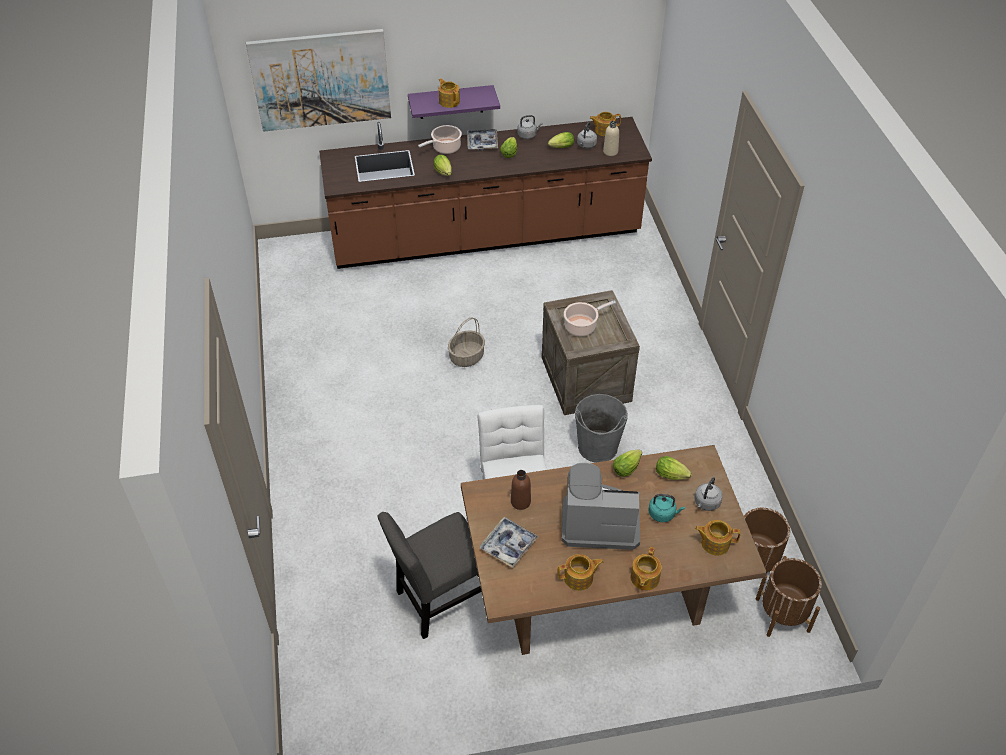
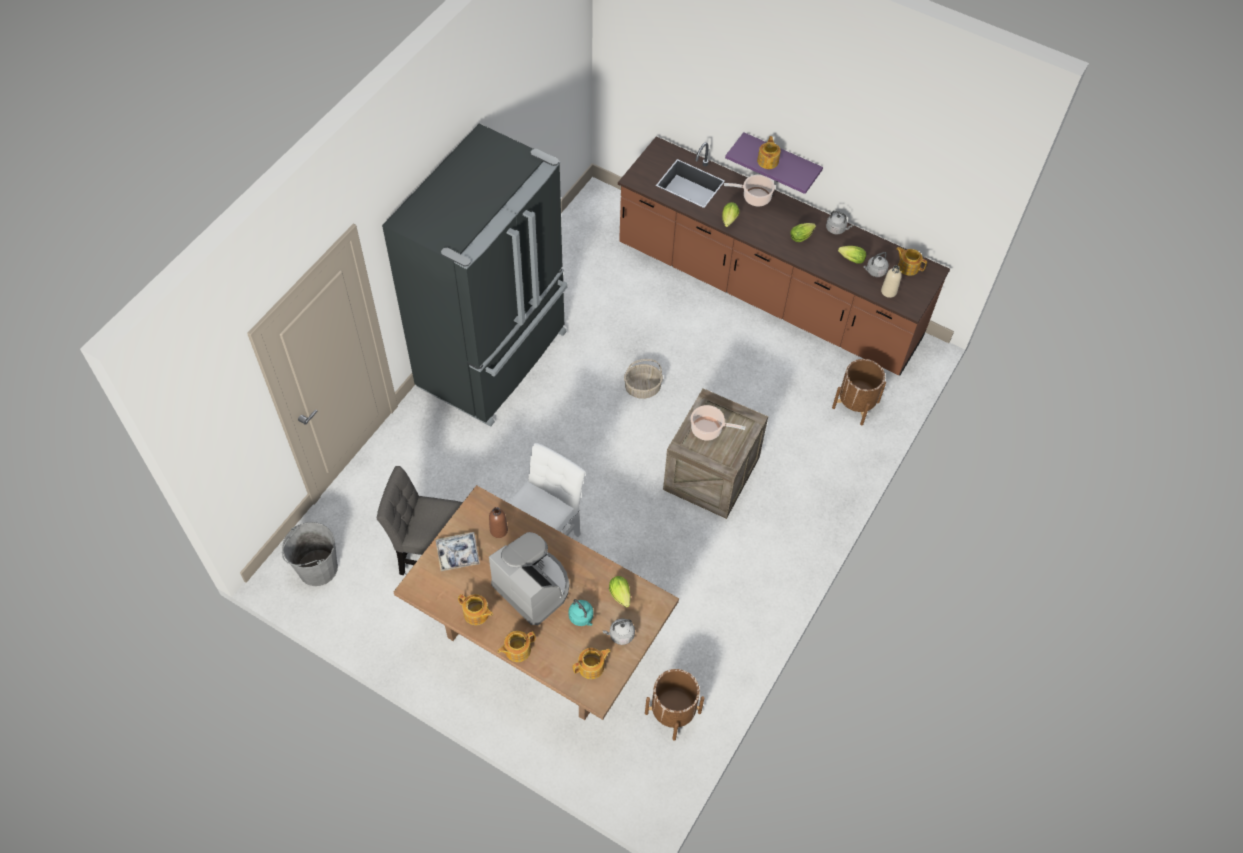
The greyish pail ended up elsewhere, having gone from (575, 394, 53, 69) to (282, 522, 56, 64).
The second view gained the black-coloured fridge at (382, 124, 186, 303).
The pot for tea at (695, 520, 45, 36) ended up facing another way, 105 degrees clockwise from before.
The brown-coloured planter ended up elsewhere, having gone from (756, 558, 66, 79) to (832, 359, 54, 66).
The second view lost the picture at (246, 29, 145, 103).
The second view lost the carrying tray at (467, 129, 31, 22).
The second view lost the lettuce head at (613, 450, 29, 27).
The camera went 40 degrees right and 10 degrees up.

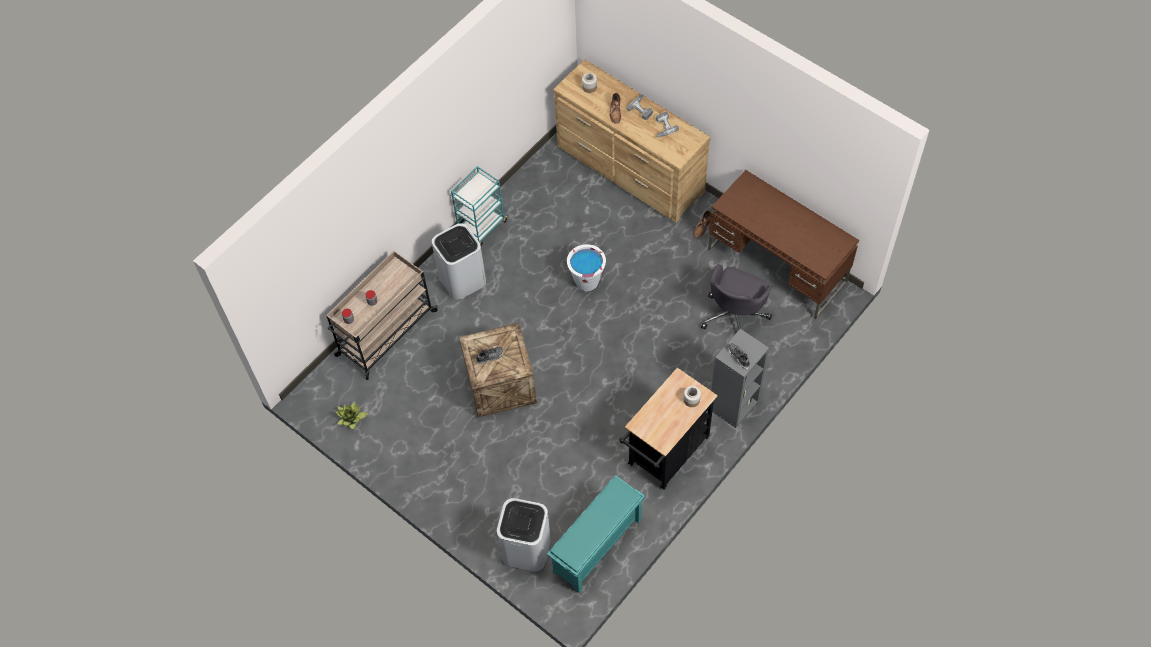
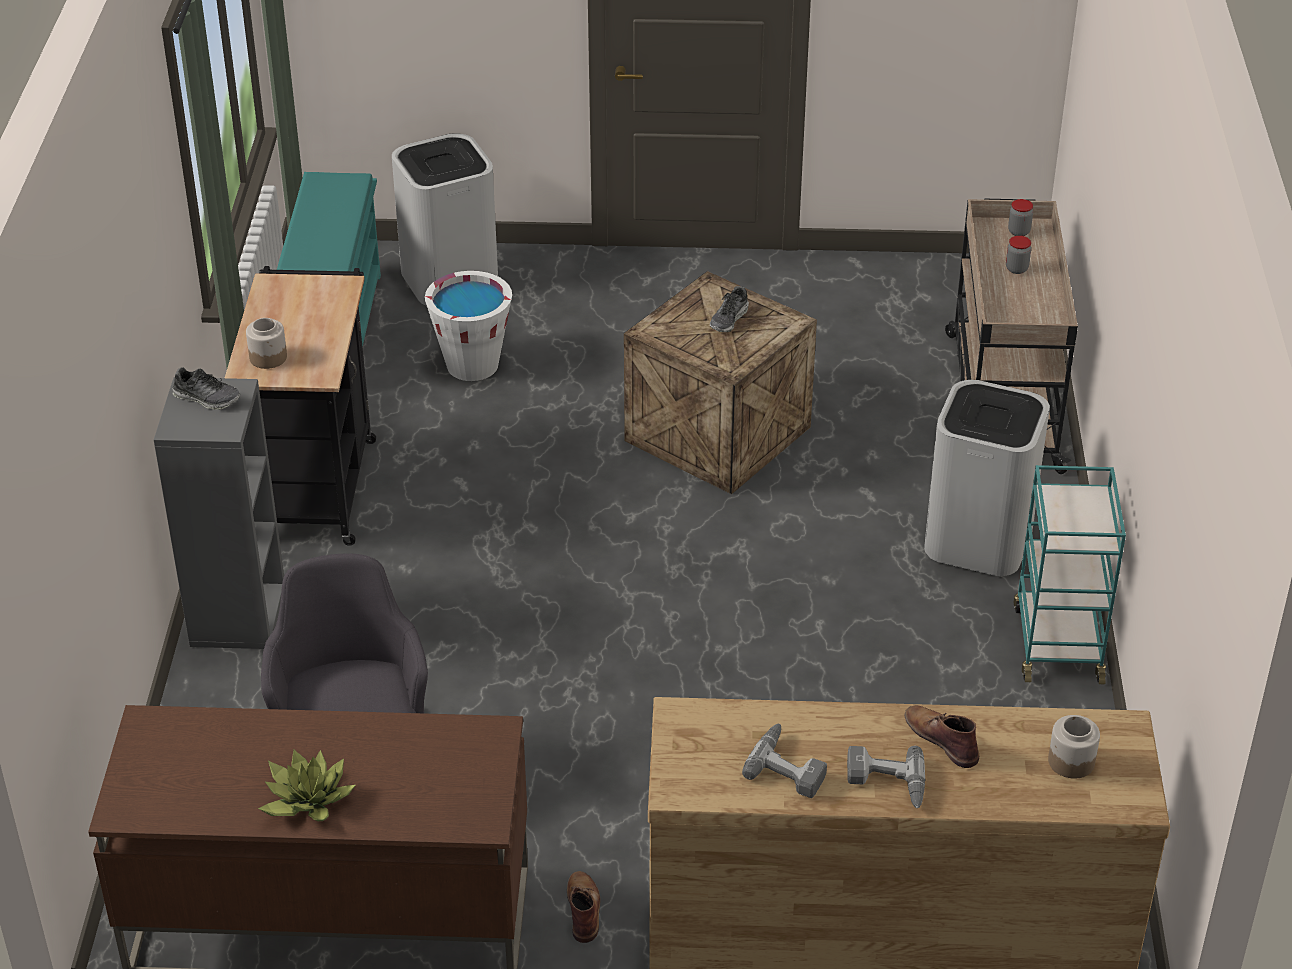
The plant in a pot ended up elsewhere, having gone from (335, 401, 33, 28) to (258, 750, 98, 71).
The white-coloured pail ended up elsewhere, having gone from (567, 244, 39, 47) to (425, 271, 87, 110).
The camera went 140 degrees right and 20 degrees down.

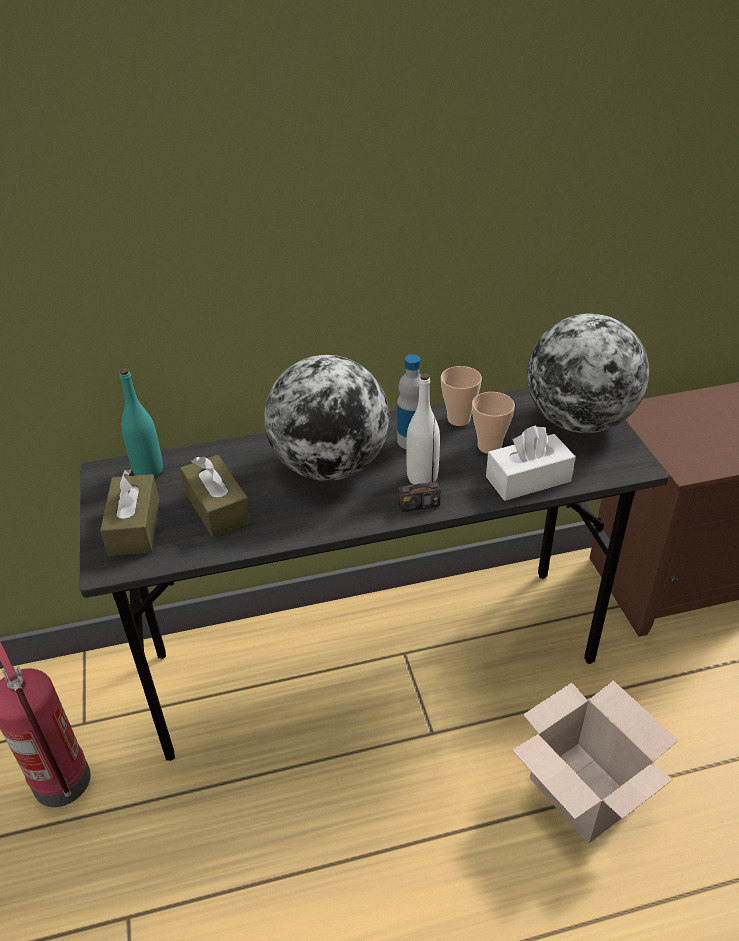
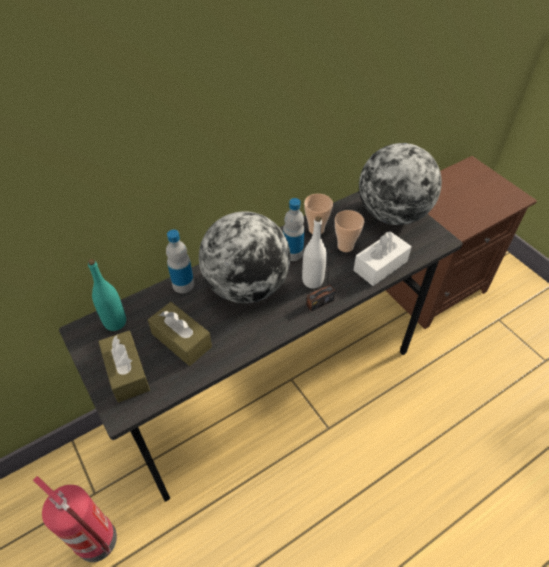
The second view gained the drink bottle at (166, 230, 28, 63).
The second view lost the packing box at (512, 681, 167, 162).
The camera went 20 degrees left and 10 degrees up.

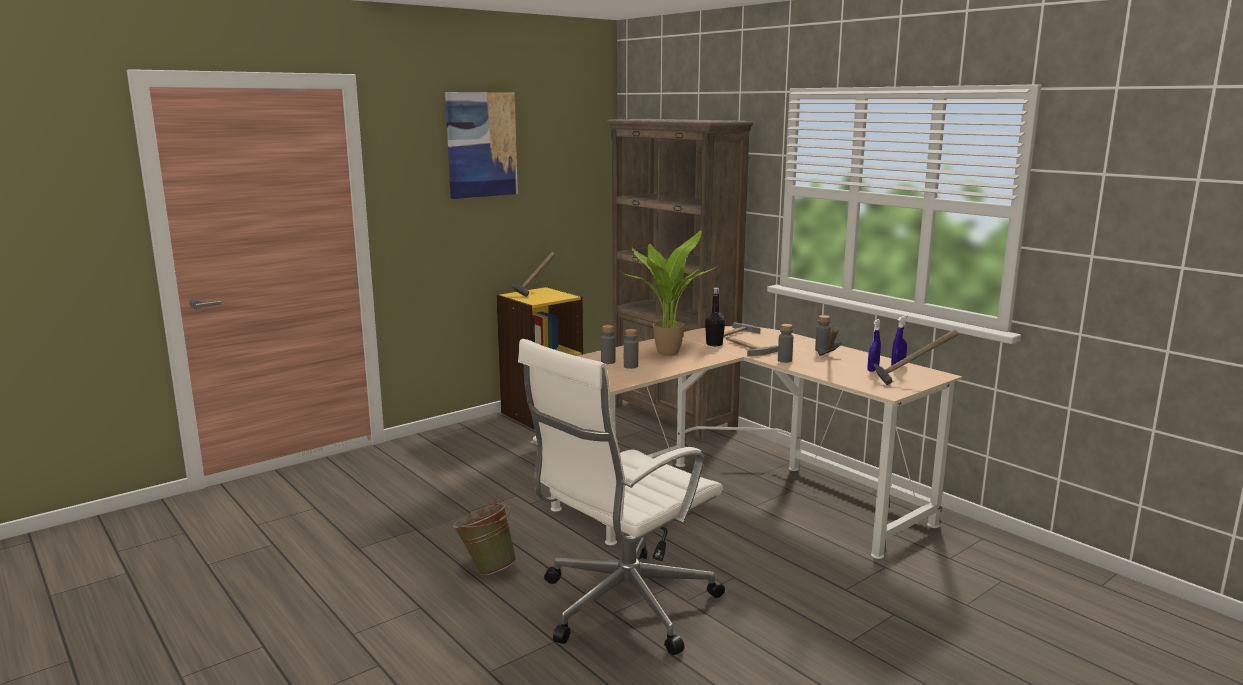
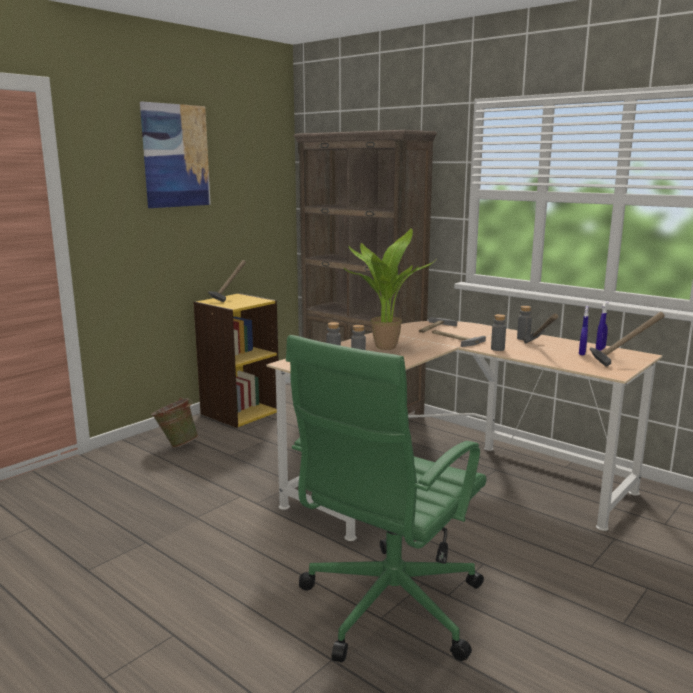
The green pail ended up elsewhere, having gone from (453, 501, 64, 74) to (151, 397, 47, 51).
What was the white-coloured computer chair at (518, 339, 207, 316) turned into the green computer chair at (286, 335, 201, 327).
The second view lost the black-coloured drink bottle at (705, 288, 20, 58).
The camera went 10 degrees left and 0 degrees up.

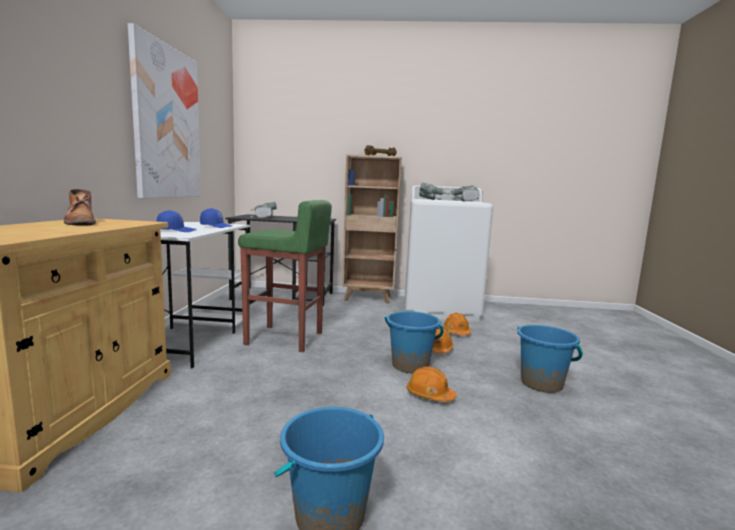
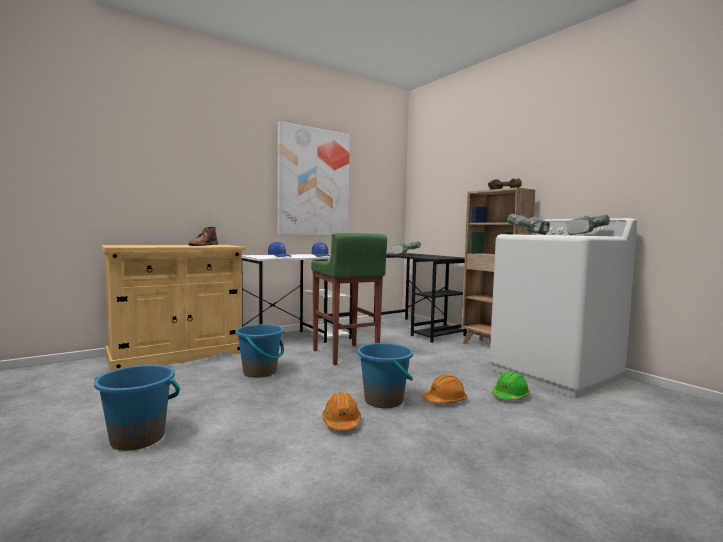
The blue-coloured pail ended up elsewhere, having gone from (517, 325, 66, 68) to (235, 324, 49, 54).
What was the orange safety helmet at (443, 313, 28, 22) turned into the green safety helmet at (492, 371, 38, 29).
The camera went 50 degrees right and 5 degrees down.

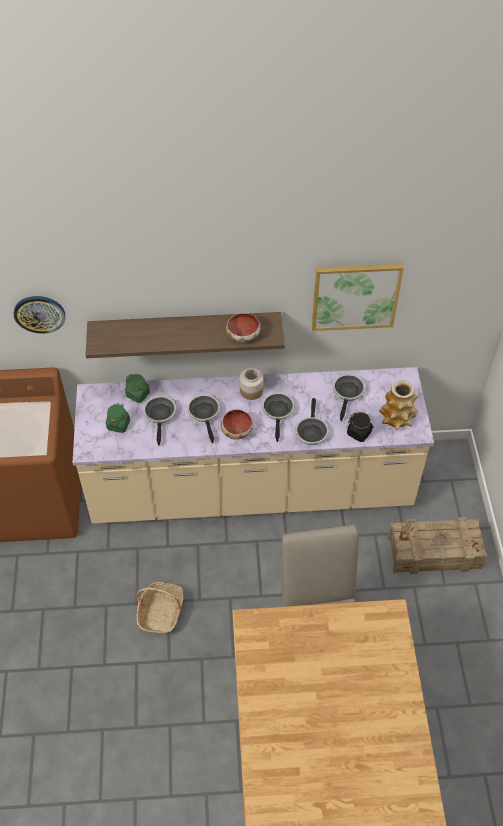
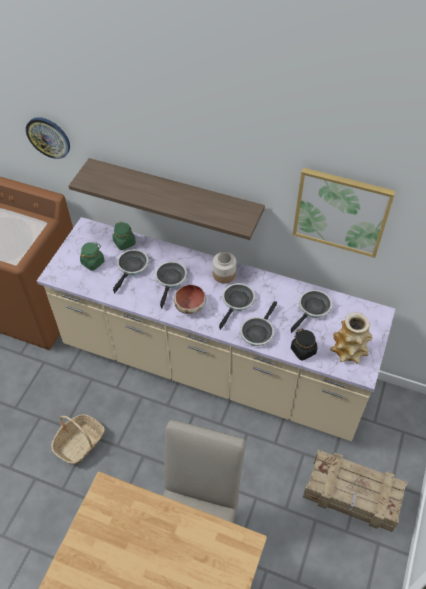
The second view lost the bowl at (226, 313, 35, 29).
The camera went 25 degrees right and 0 degrees up.

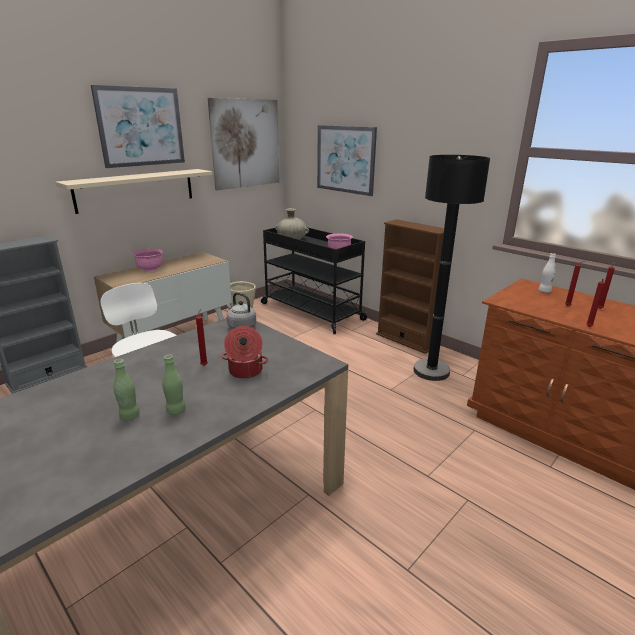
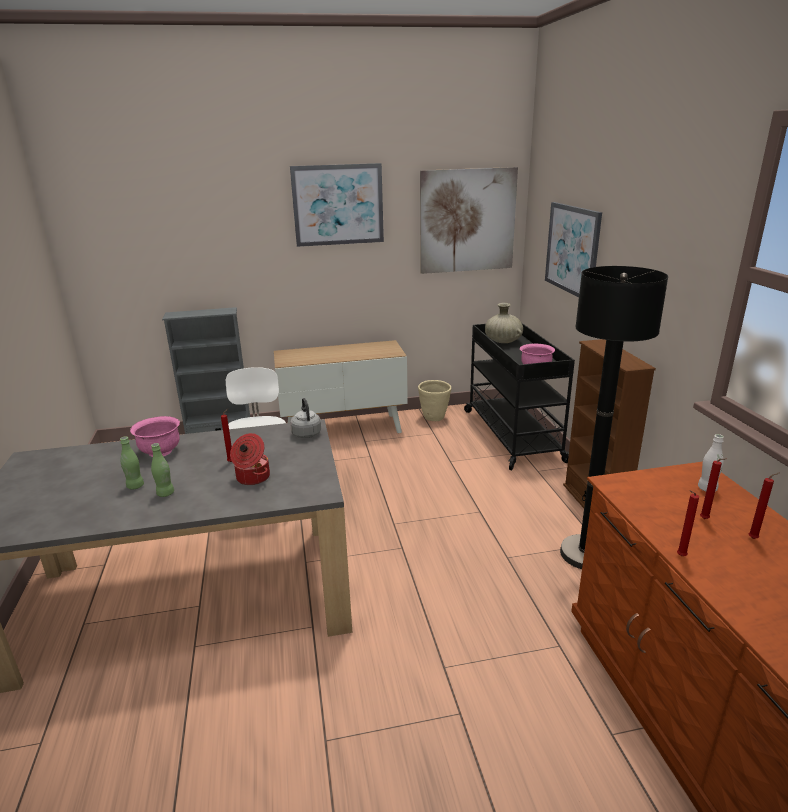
The pink bowl ended up elsewhere, having gone from (132, 249, 31, 23) to (130, 416, 50, 41).
The second view lost the beige bracket shelf at (55, 169, 158, 45).
The camera went 35 degrees right and 0 degrees up.

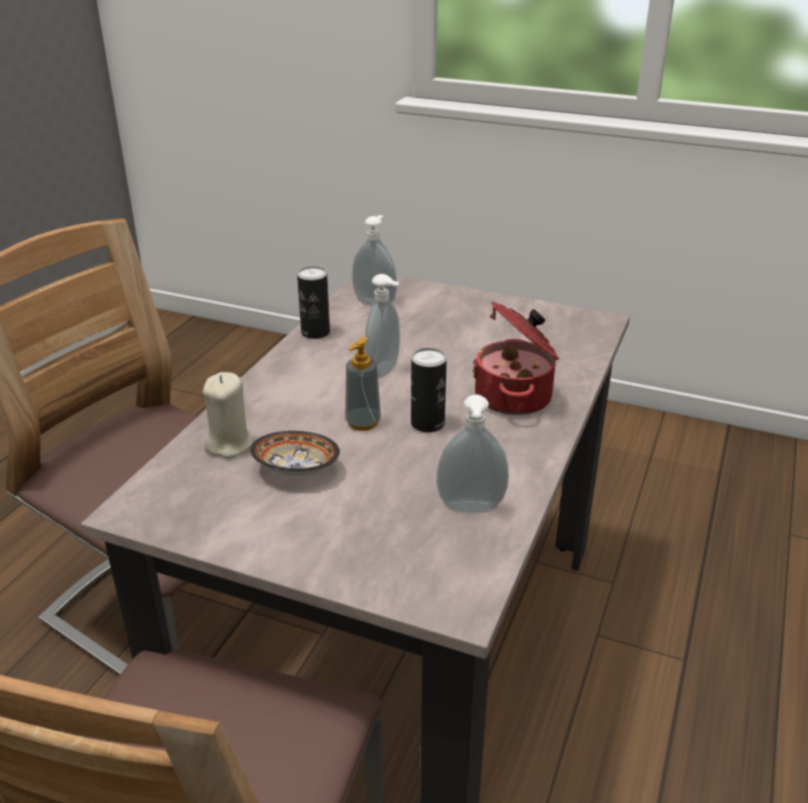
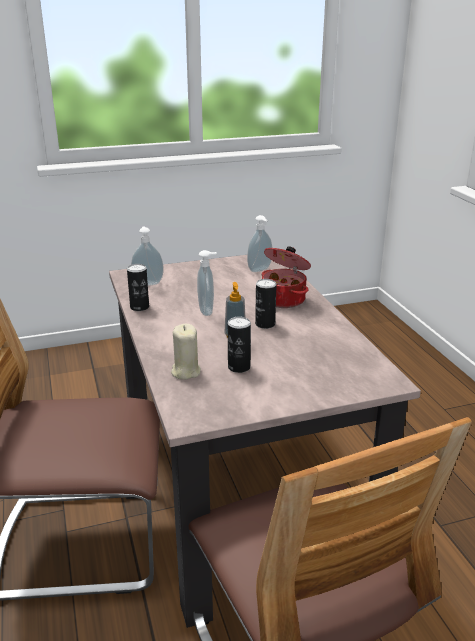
Where the bowl stood at (250, 431, 90, 45), the can came to stand at (228, 317, 23, 56).
The liquid soap bottle ended up elsewhere, having gone from (436, 395, 73, 118) to (247, 215, 25, 57).
The camera went 40 degrees left and 5 degrees down.

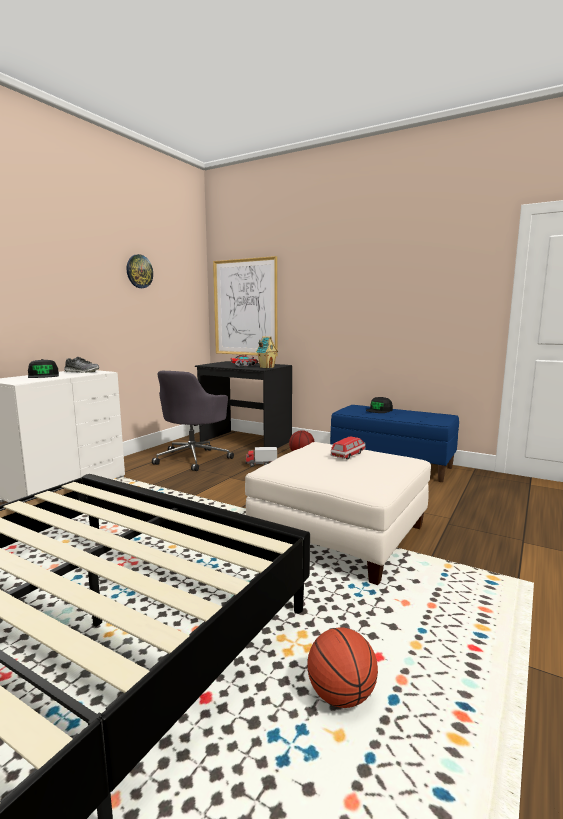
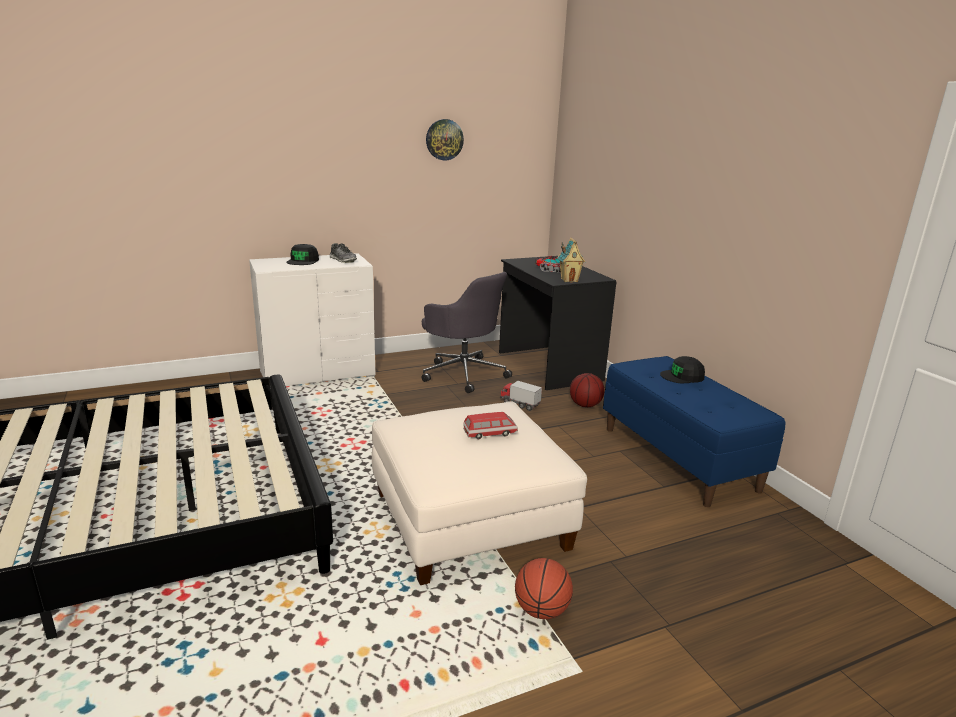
The greyish computer chair at (152, 371, 82, 100) ended up facing another way, 105 degrees counterclockwise from before.
The basketball ball ended up elsewhere, having gone from (307, 627, 71, 81) to (515, 558, 58, 61).
The second view lost the picture at (213, 256, 64, 100).
The camera went 35 degrees right and 10 degrees up.

